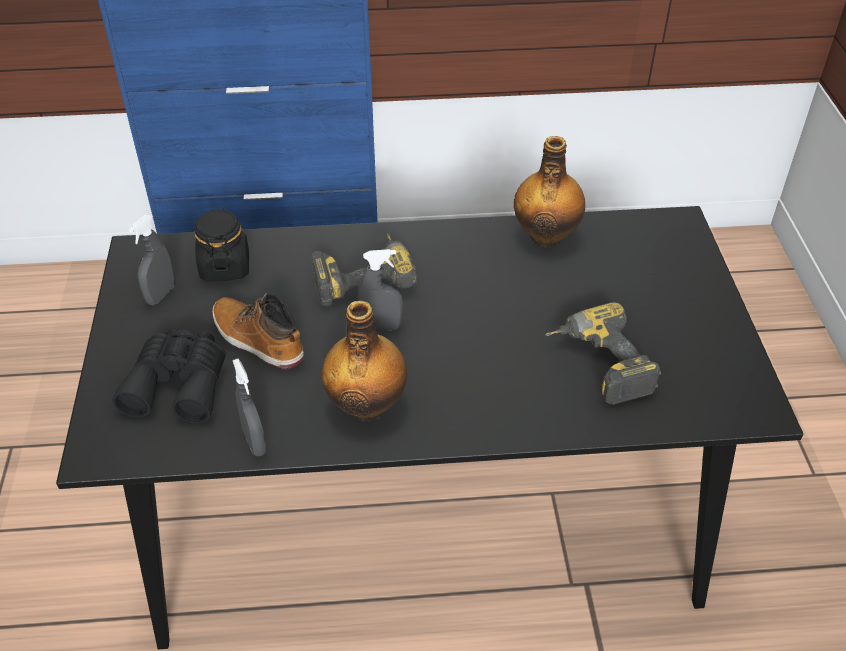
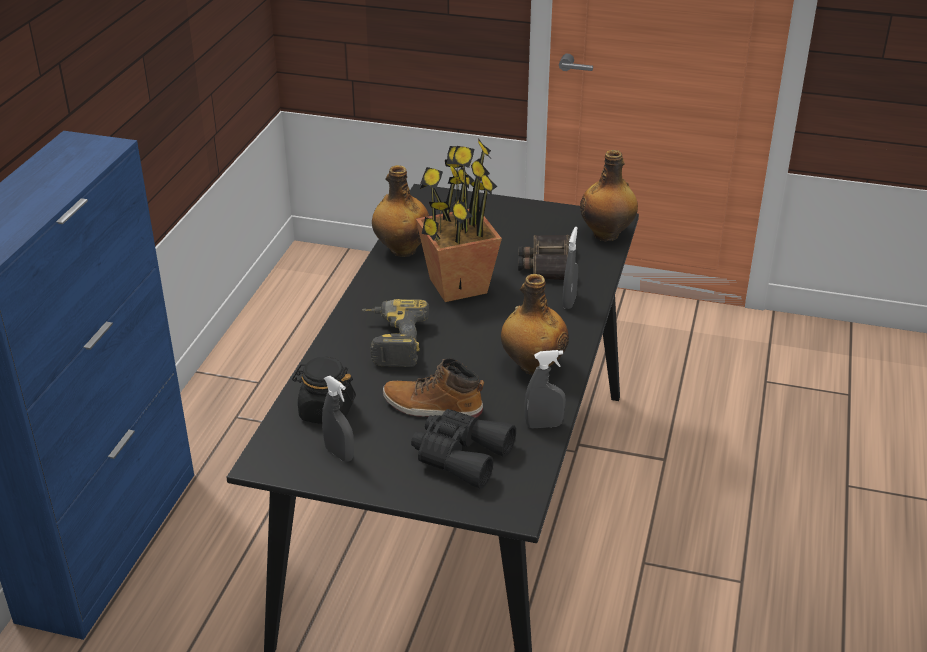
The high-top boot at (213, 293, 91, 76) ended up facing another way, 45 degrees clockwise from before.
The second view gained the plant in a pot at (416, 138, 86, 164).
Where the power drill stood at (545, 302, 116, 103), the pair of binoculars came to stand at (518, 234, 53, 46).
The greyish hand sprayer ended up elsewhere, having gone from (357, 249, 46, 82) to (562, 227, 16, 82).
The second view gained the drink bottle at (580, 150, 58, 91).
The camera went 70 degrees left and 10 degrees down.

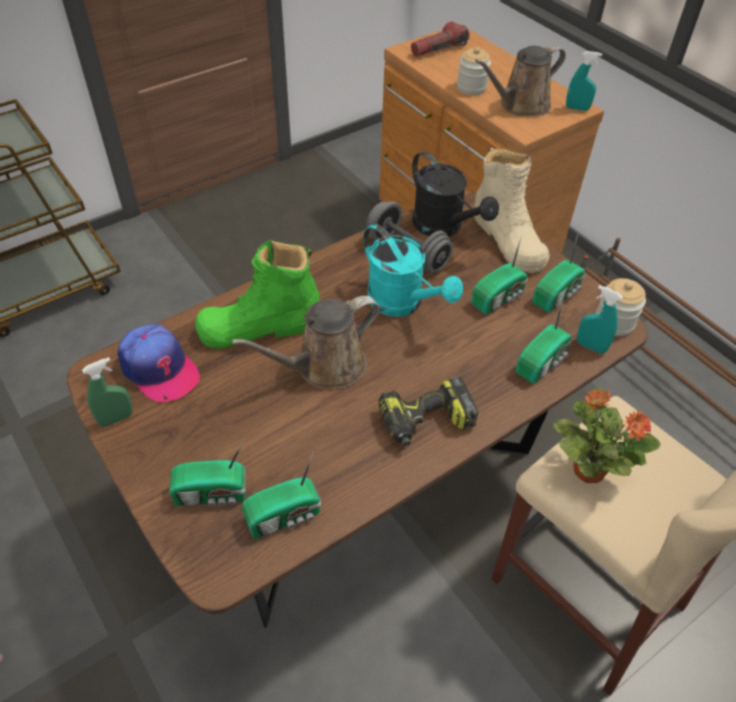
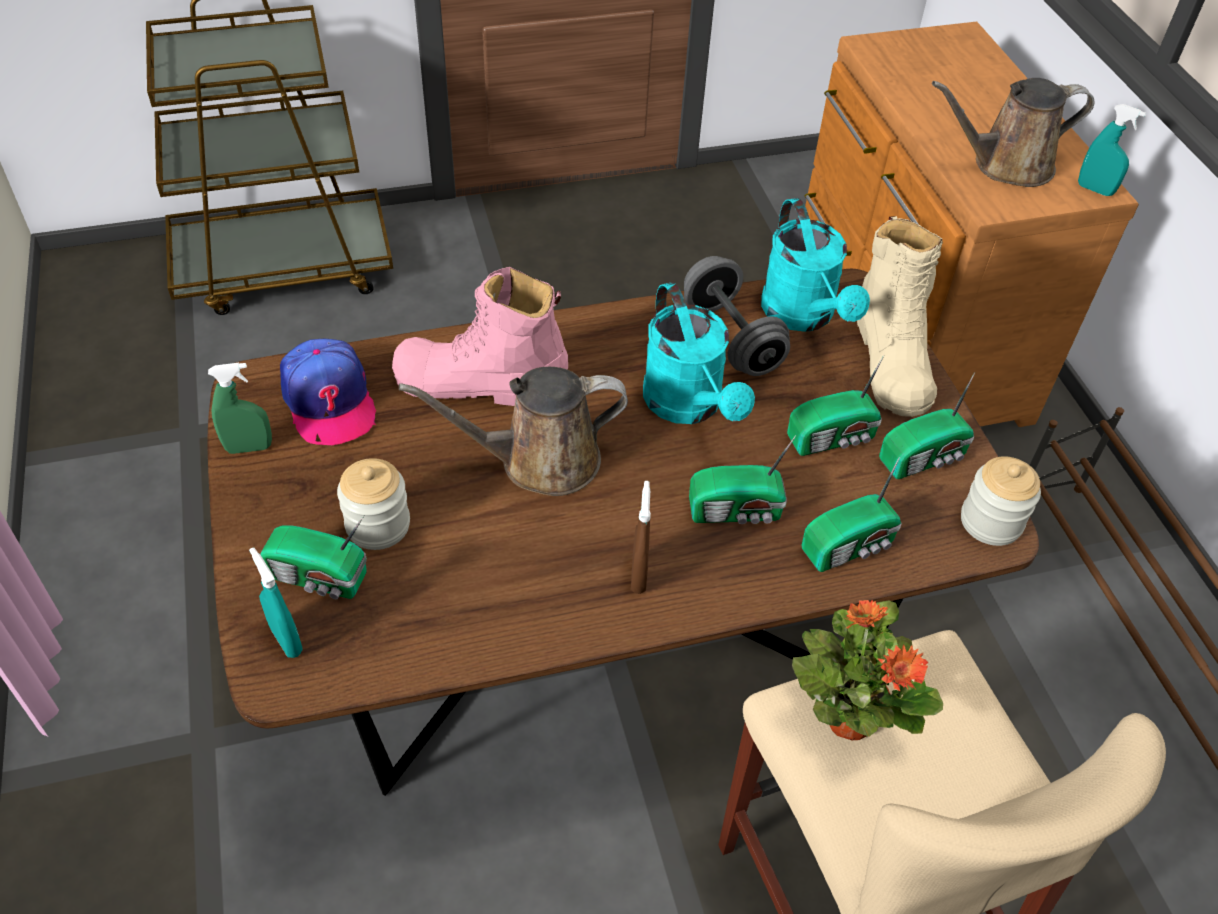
The turquoise hand sprayer ended up elsewhere, having gone from (577, 285, 46, 69) to (249, 547, 54, 111).
The storage jar ended up elsewhere, having gone from (457, 47, 34, 48) to (337, 458, 73, 92).
What was the green high-top boot at (195, 240, 125, 109) turned into the pink high-top boot at (392, 267, 176, 139).
Where the power drill stood at (379, 377, 99, 69), the brown-coloured hand sprayer came to stand at (631, 481, 20, 113).
The radio receiver ended up elsewhere, having gone from (242, 451, 79, 88) to (689, 435, 107, 89).
What was the black-coloured sprinkling can at (412, 151, 87, 86) turned into the turquoise sprinkling can at (761, 198, 109, 134).
The second view lost the torch at (411, 21, 59, 36).
The camera went 20 degrees right and 0 degrees up.

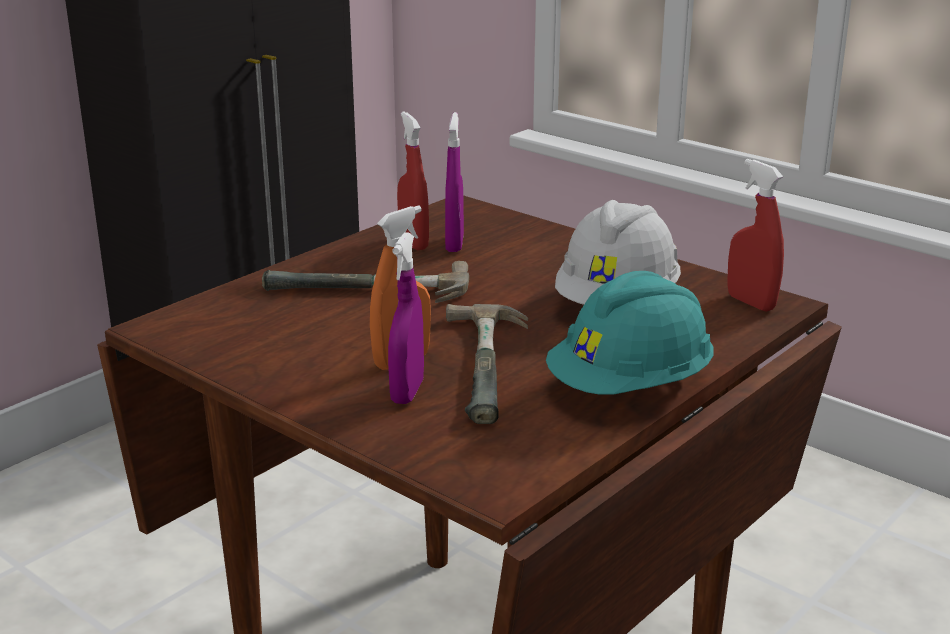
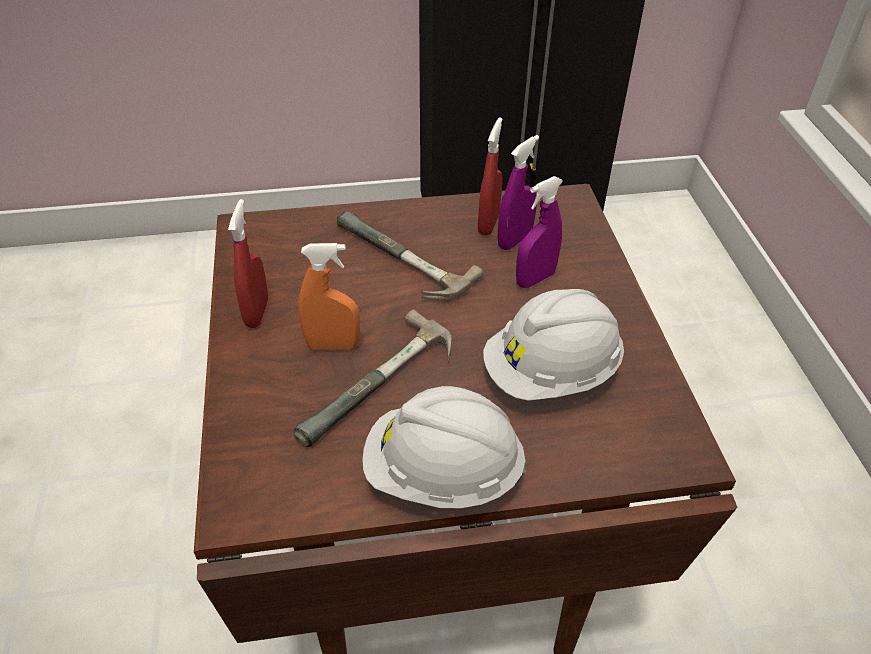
The red hand sprayer ended up elsewhere, having gone from (727, 159, 57, 153) to (228, 199, 40, 129).
What was the turquoise safety helmet at (546, 271, 167, 123) turned into the white-coloured safety helmet at (362, 386, 164, 122).
The purplish hand sprayer ended up elsewhere, having gone from (388, 232, 36, 172) to (516, 176, 47, 112).
The camera went 40 degrees right and 20 degrees up.

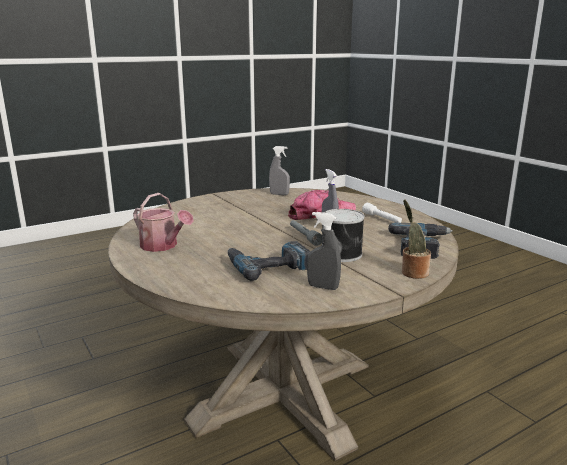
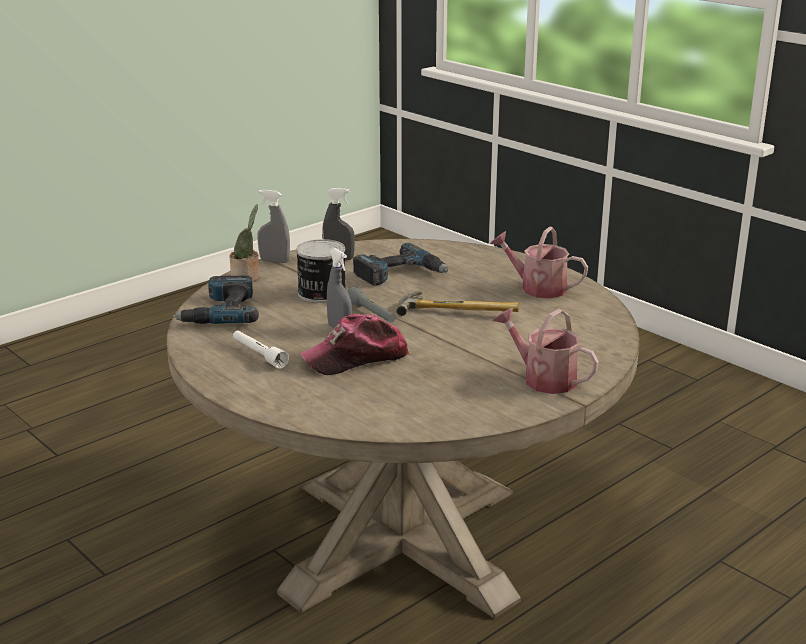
The greyish hand sprayer ended up elsewhere, having gone from (269, 146, 21, 49) to (257, 190, 33, 73).
The second view gained the tool hammer at (396, 290, 123, 26).
The second view gained the sprinkling can at (493, 308, 106, 86).
The camera went 170 degrees right and 5 degrees up.

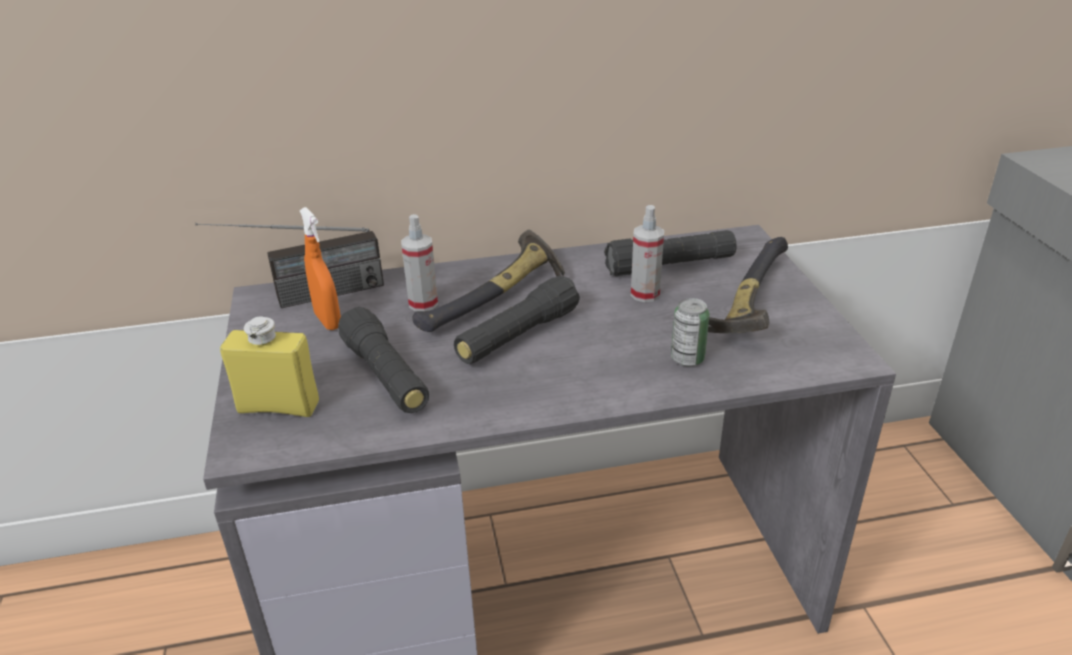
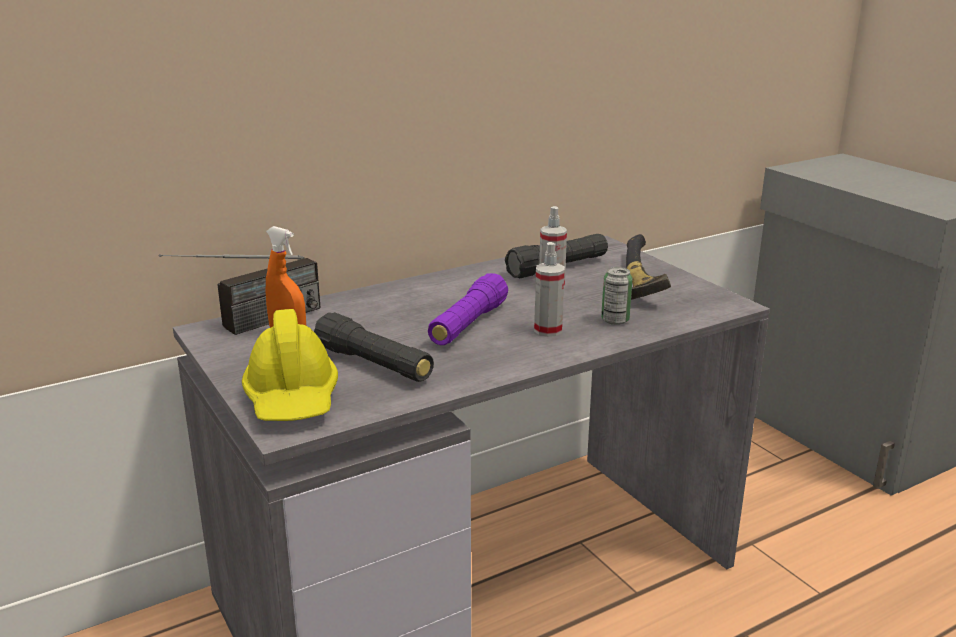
Where the yellowish drink bottle stood at (220, 317, 99, 100), the yellowish safety helmet came to stand at (242, 309, 96, 112).
What was the black-coloured torch at (454, 276, 126, 88) turned into the purplish torch at (428, 273, 80, 72).
The hand sprayer ended up elsewhere, having gone from (401, 214, 37, 97) to (534, 242, 31, 95).
The second view lost the tool hammer at (412, 229, 153, 103).
The camera went 20 degrees left and 10 degrees down.

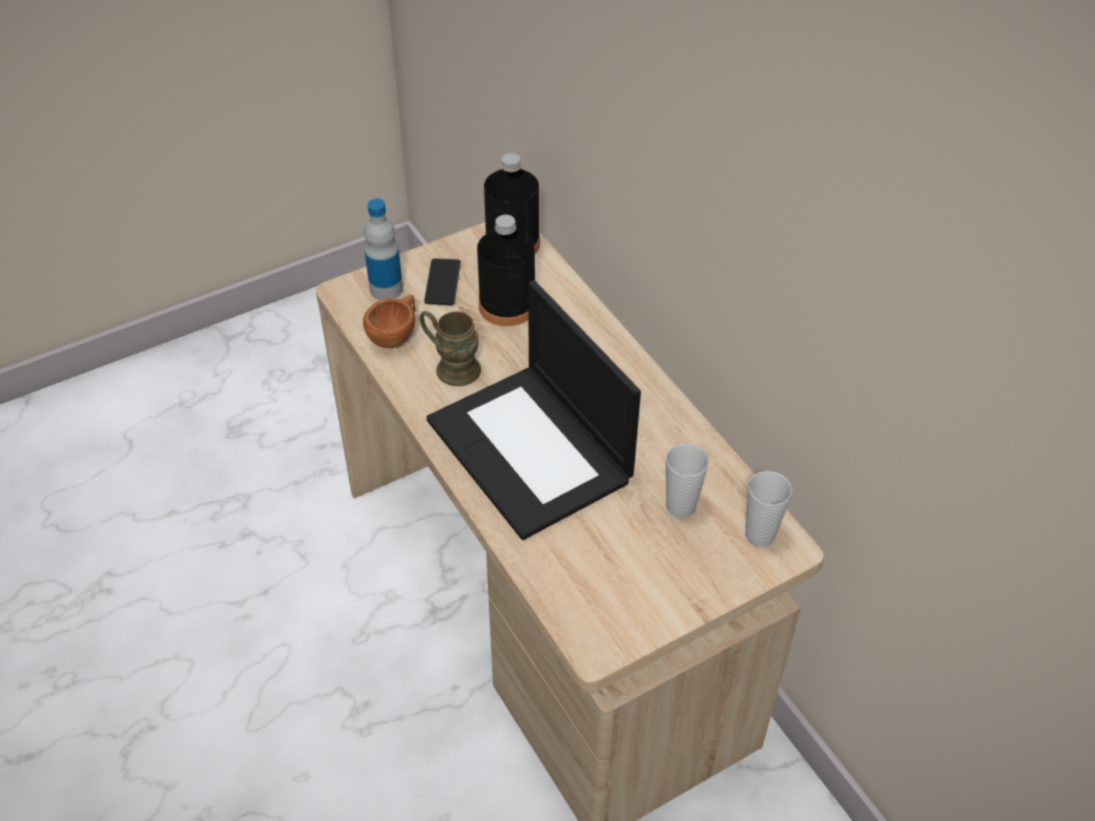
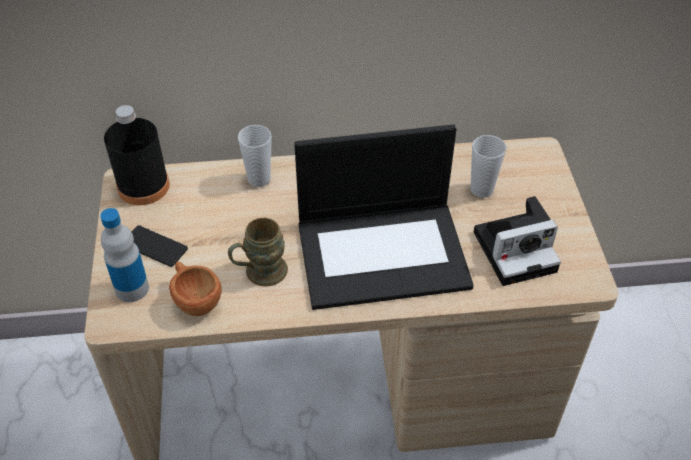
The cup ended up elsewhere, having gone from (745, 471, 47, 76) to (238, 125, 34, 62).
The second view gained the photo camera at (474, 196, 87, 90).
The second view lost the black-coloured drink bottle at (477, 215, 58, 111).
The camera went 65 degrees left and 0 degrees up.

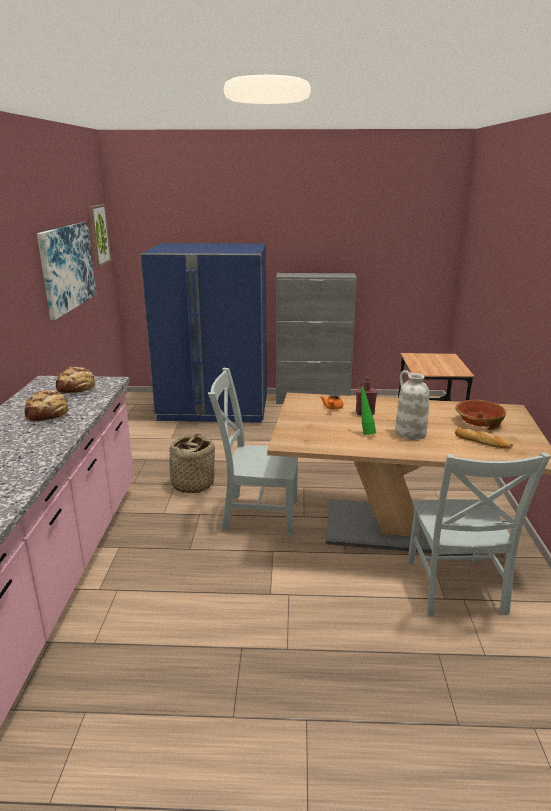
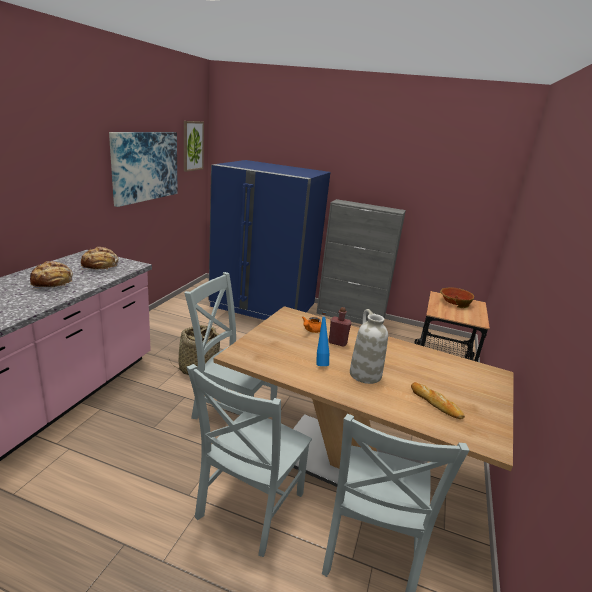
The second view gained the greyish chair at (187, 364, 125, 193).
What was the green drink bottle at (360, 383, 16, 52) turned into the blue-coloured drink bottle at (316, 313, 13, 53).
The bowl ended up elsewhere, having gone from (455, 400, 51, 30) to (440, 287, 34, 21).
The camera went 15 degrees right and 0 degrees up.

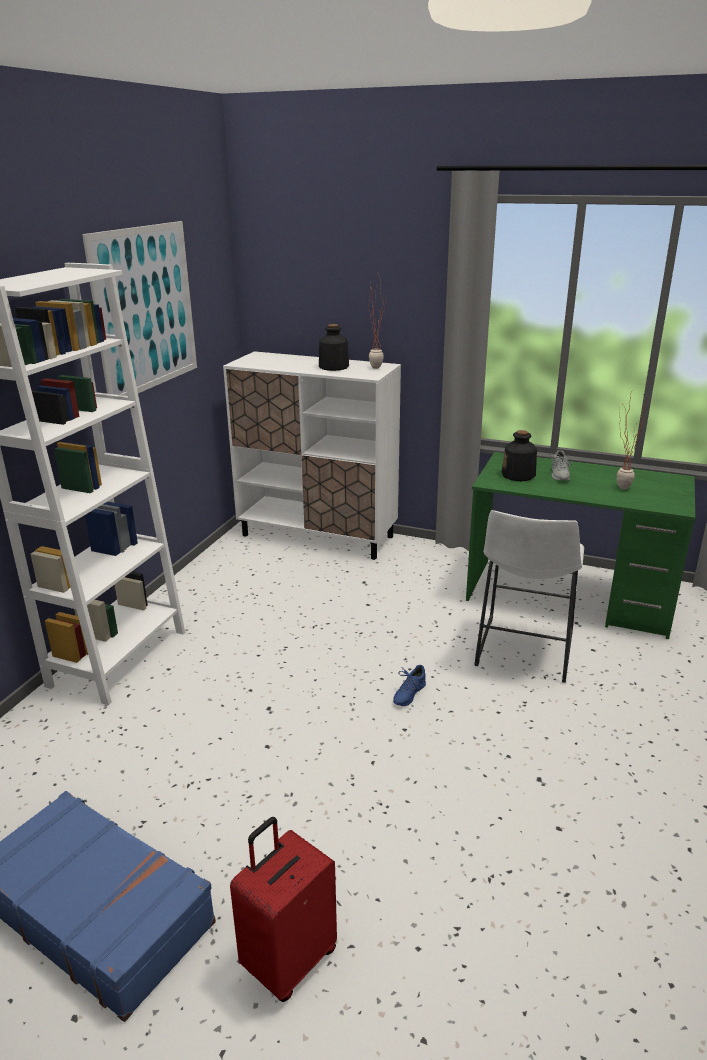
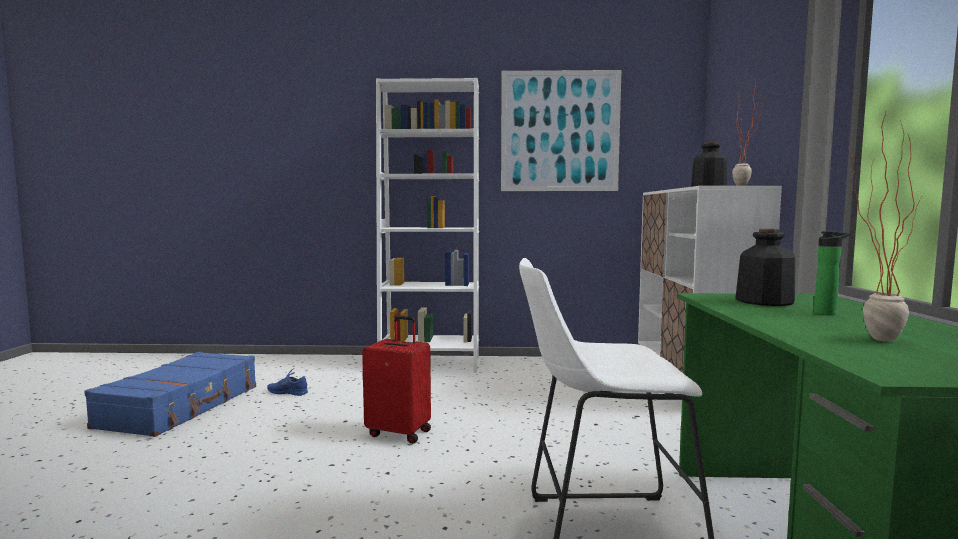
The blue-coloured item of footwear ended up elsewhere, having gone from (393, 665, 33, 41) to (267, 369, 41, 27).
The red piece of luggage ended up elsewhere, having gone from (230, 817, 107, 185) to (362, 316, 69, 128).
Where the greyish item of footwear stood at (550, 450, 22, 30), the drink bottle came to stand at (814, 231, 36, 84).
The camera went 70 degrees right and 20 degrees down.

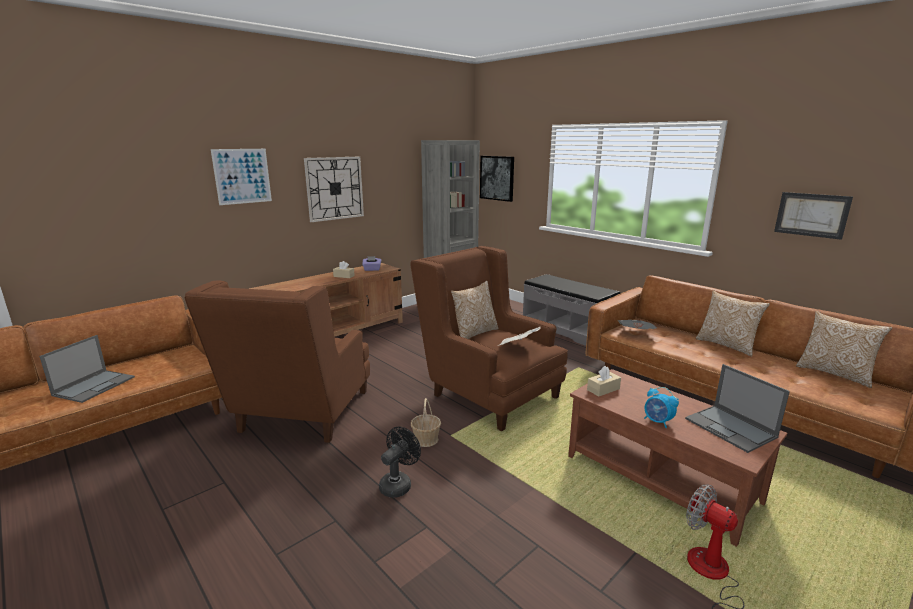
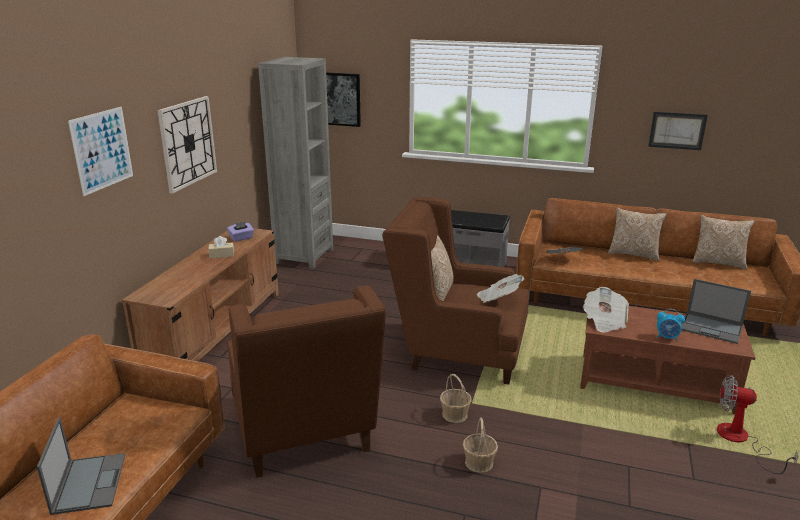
Where the black-coloured cooling fan stood at (379, 427, 42, 71), the household basket came to stand at (463, 417, 35, 56).
Where the beige tissue box stood at (587, 366, 34, 31), the printed paper came to stand at (583, 287, 46, 45).
The camera went 30 degrees left and 5 degrees up.

